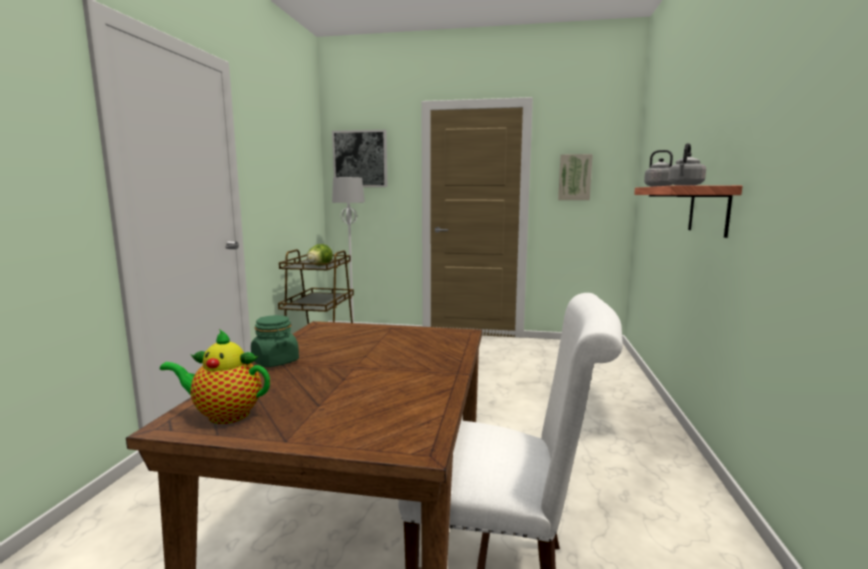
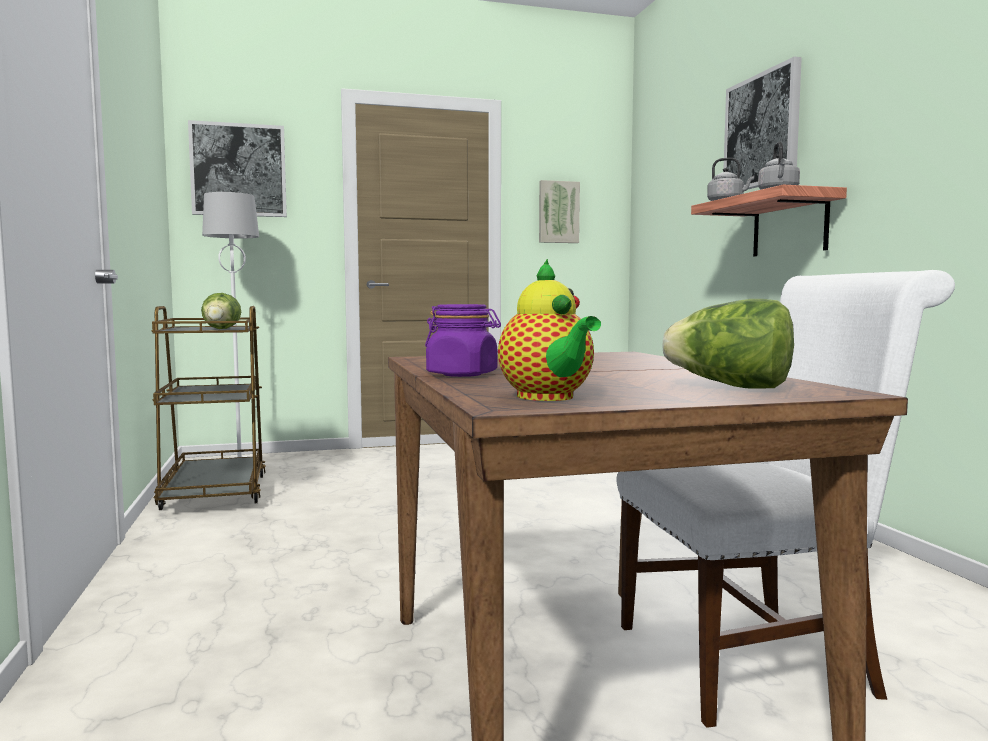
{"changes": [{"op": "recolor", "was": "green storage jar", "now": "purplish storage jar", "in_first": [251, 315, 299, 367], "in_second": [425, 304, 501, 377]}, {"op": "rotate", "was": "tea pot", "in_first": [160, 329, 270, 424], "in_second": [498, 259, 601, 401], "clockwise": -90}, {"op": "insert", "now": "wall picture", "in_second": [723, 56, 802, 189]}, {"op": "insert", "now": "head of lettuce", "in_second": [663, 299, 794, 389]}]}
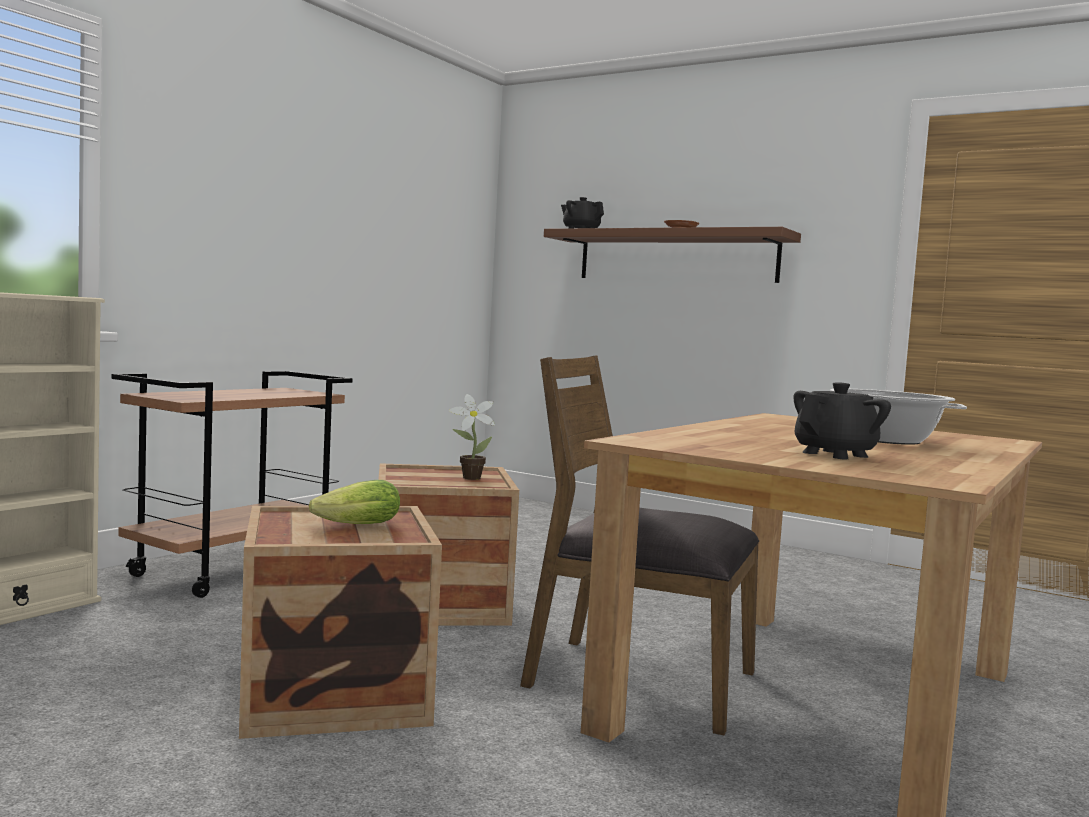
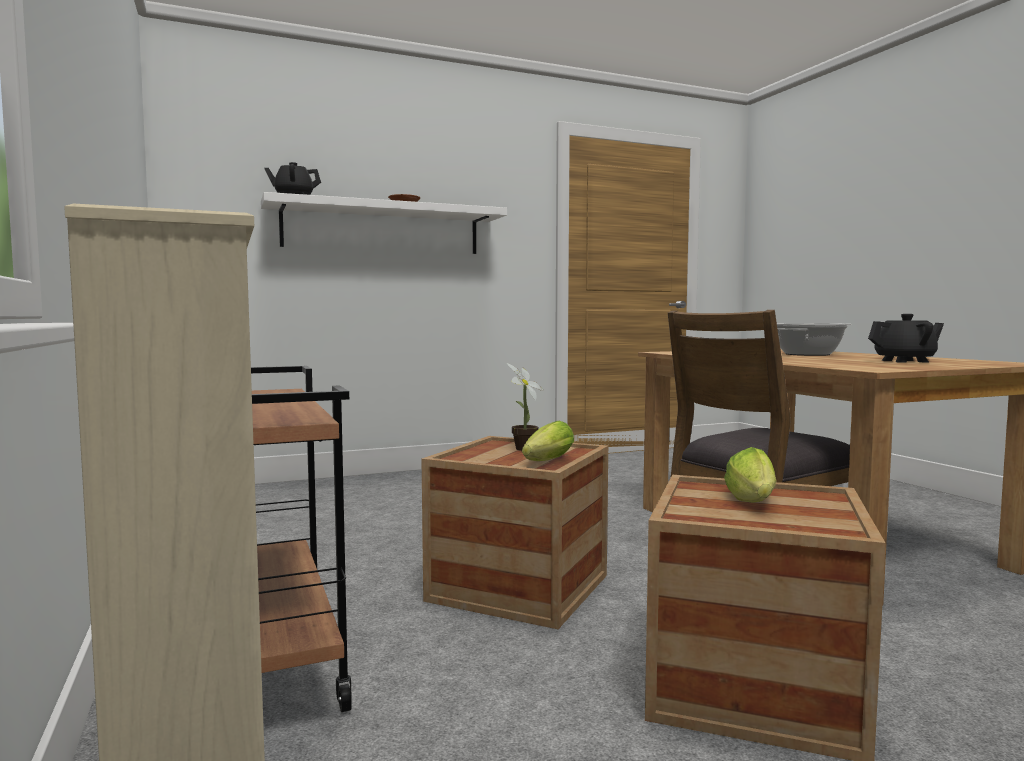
{"changes": [{"op": "recolor", "was": "brown bracket shelf", "now": "white bracket shelf", "in_first": [544, 227, 801, 283], "in_second": [261, 192, 507, 254]}, {"op": "rotate", "was": "black-coloured tea pot", "in_first": [794, 382, 891, 459], "in_second": [868, 314, 944, 363], "clockwise": 90}, {"op": "insert", "now": "head of lettuce", "in_second": [522, 421, 574, 461]}]}
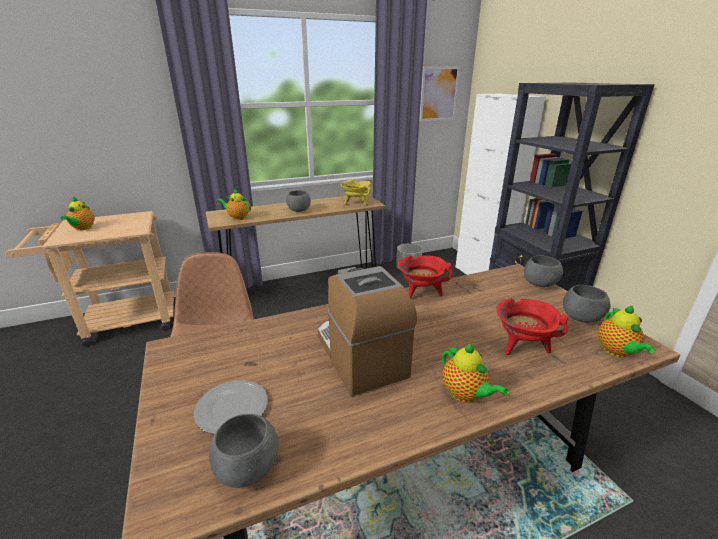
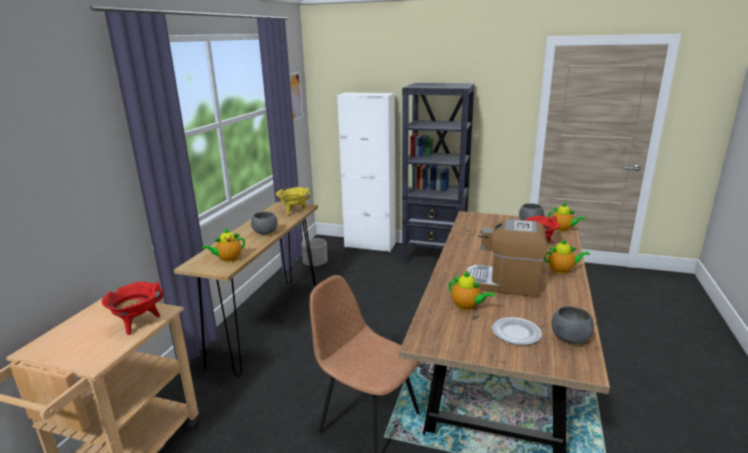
{"changes": [{"op": "move", "was": "tea pot", "in_first": [61, 197, 95, 230], "in_second": [448, 271, 495, 311]}, {"op": "move", "was": "red cooking pot", "in_first": [398, 255, 452, 298], "in_second": [102, 282, 164, 335]}, {"op": "delete", "was": "greyish serving bowl", "in_first": [524, 255, 563, 287]}]}
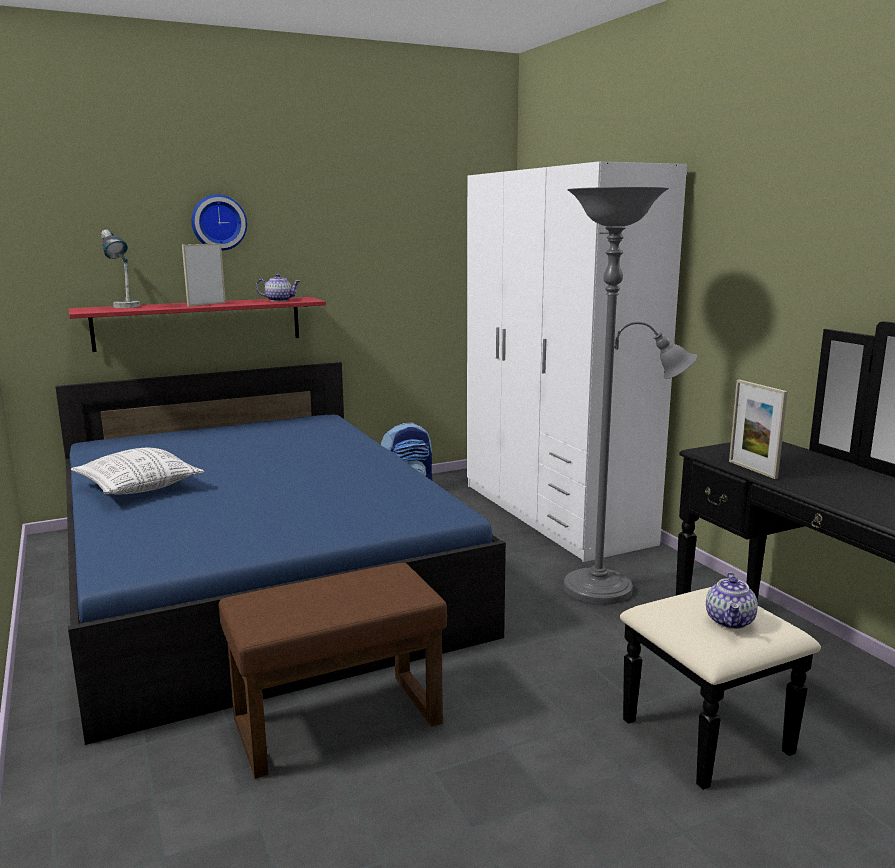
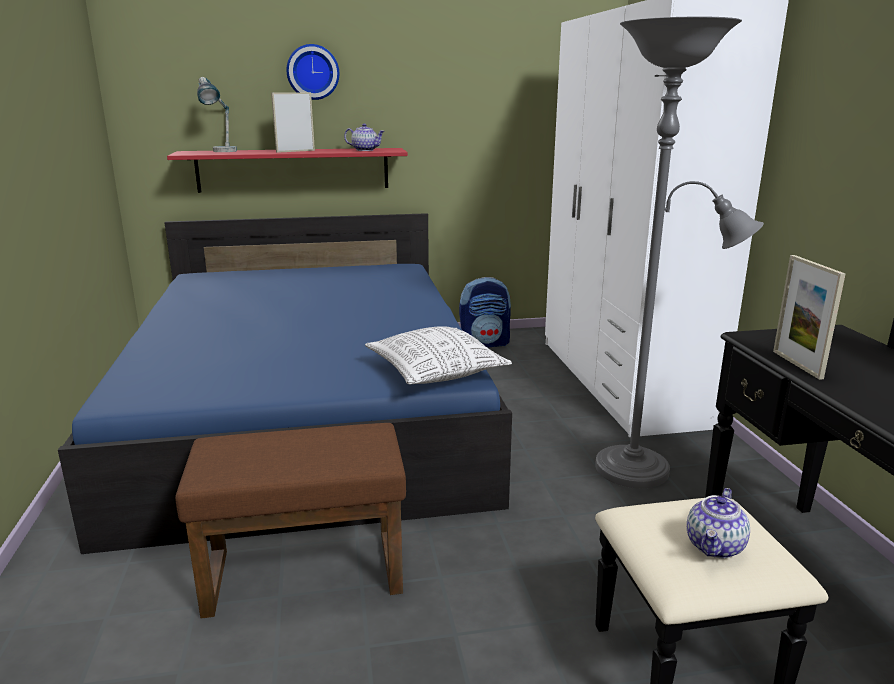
{"changes": [{"op": "move", "was": "cushion", "in_first": [71, 448, 204, 495], "in_second": [365, 326, 512, 384]}]}
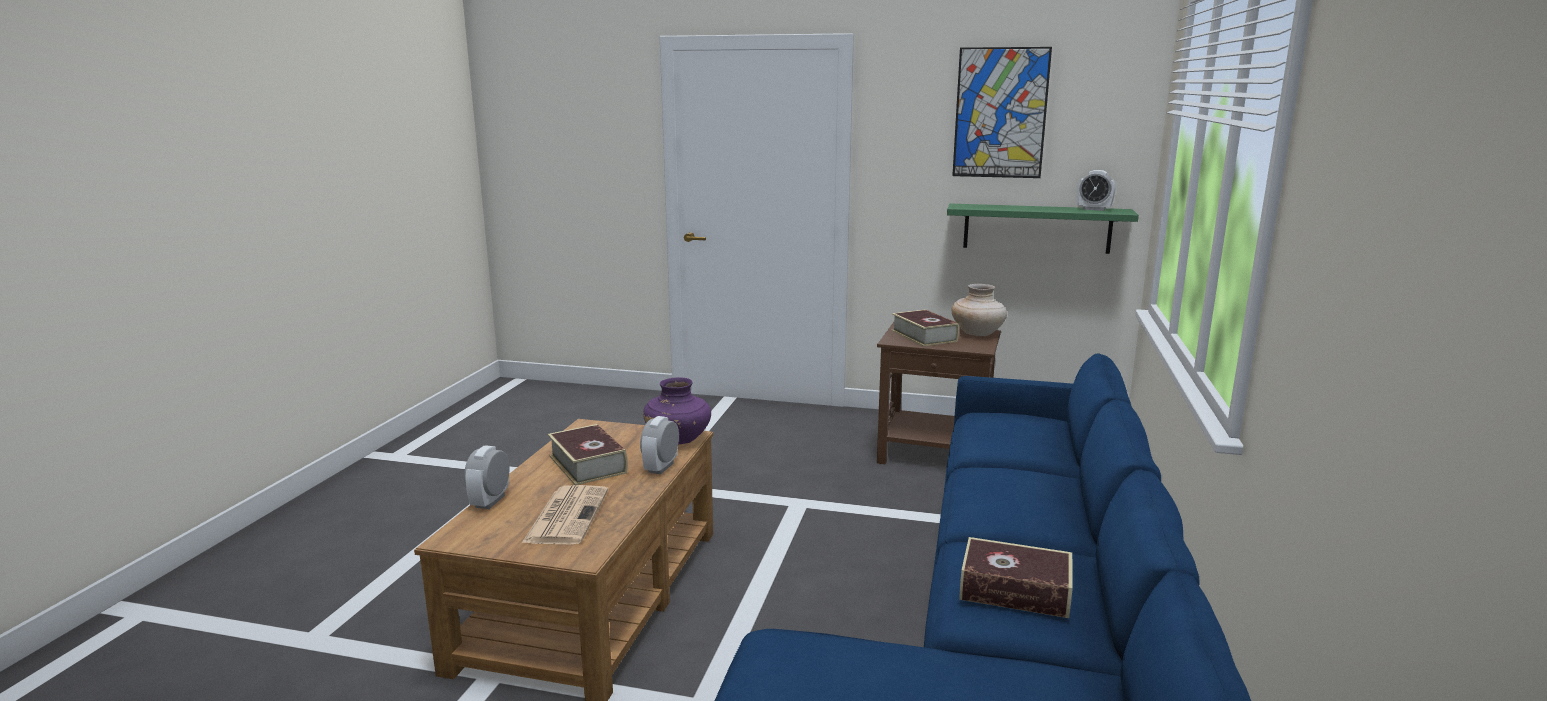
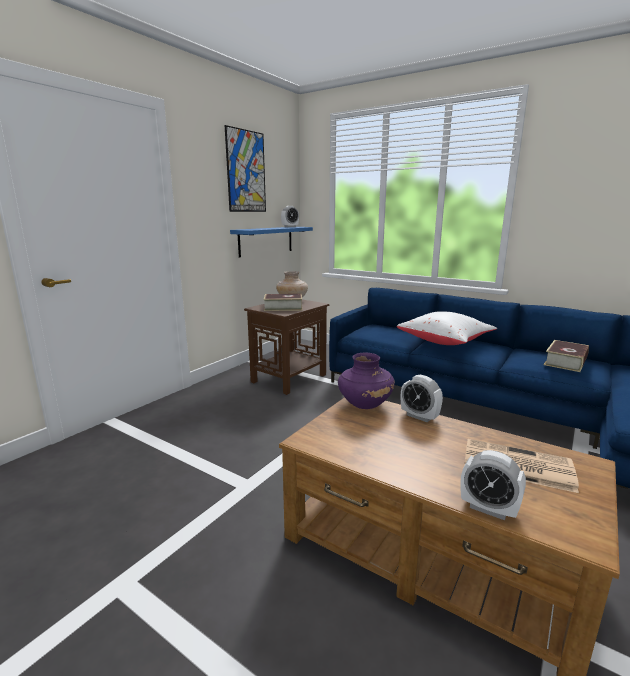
{"changes": [{"op": "recolor", "was": "green bracket shelf", "now": "blue-coloured bracket shelf", "in_first": [947, 203, 1139, 254], "in_second": [230, 227, 313, 257]}, {"op": "delete", "was": "book", "in_first": [548, 424, 628, 485]}, {"op": "insert", "now": "white cushion", "in_second": [397, 311, 497, 345]}]}
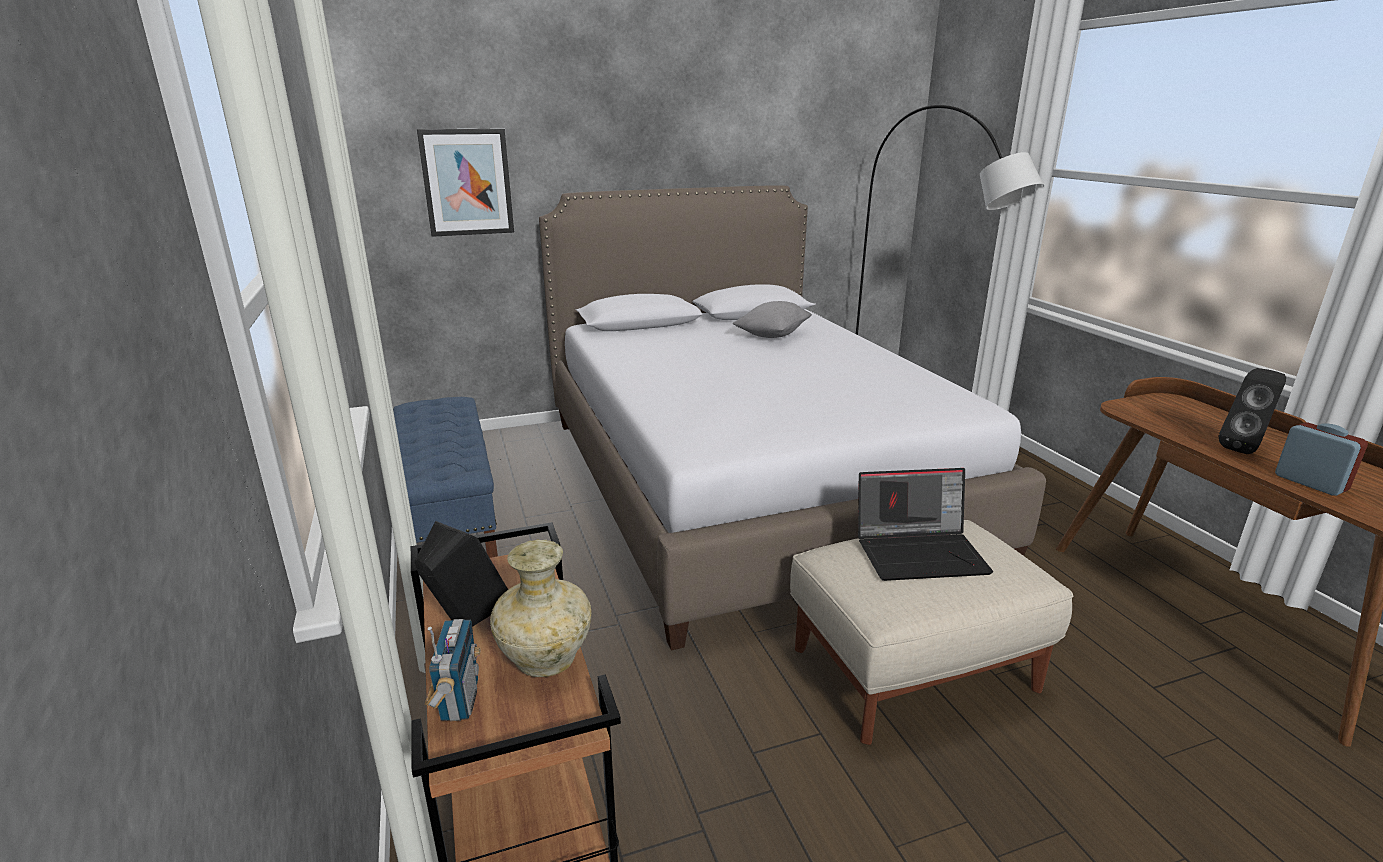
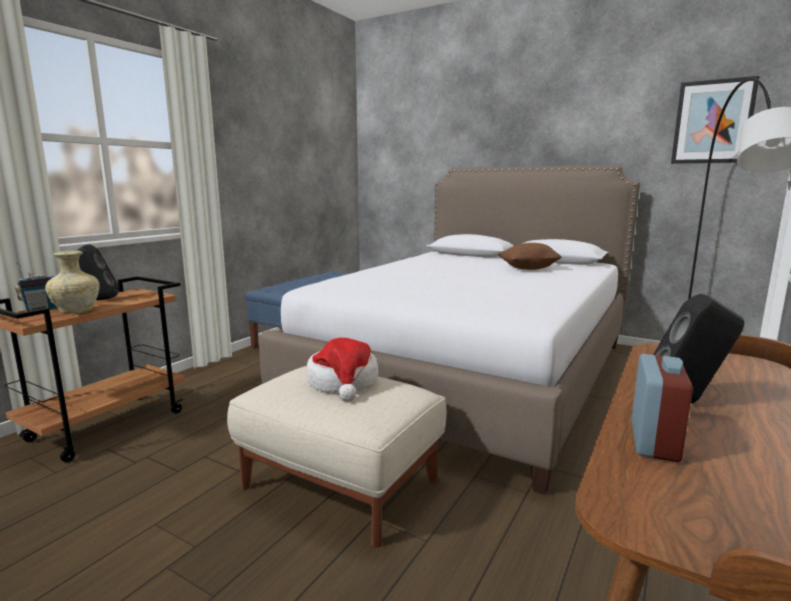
{"changes": [{"op": "move", "was": "wall picture", "in_first": [417, 129, 514, 237], "in_second": [671, 76, 760, 164]}, {"op": "recolor", "was": "greyish cushion", "now": "brown cushion", "in_first": [733, 301, 812, 338], "in_second": [498, 243, 562, 270]}, {"op": "replace", "was": "portable computer", "now": "hat", "in_first": [858, 468, 993, 581], "in_second": [307, 338, 378, 402]}]}
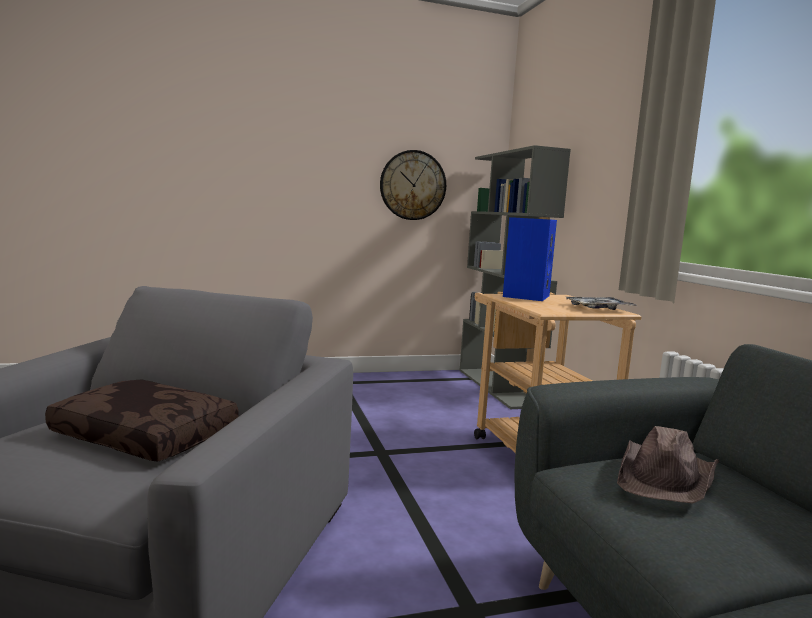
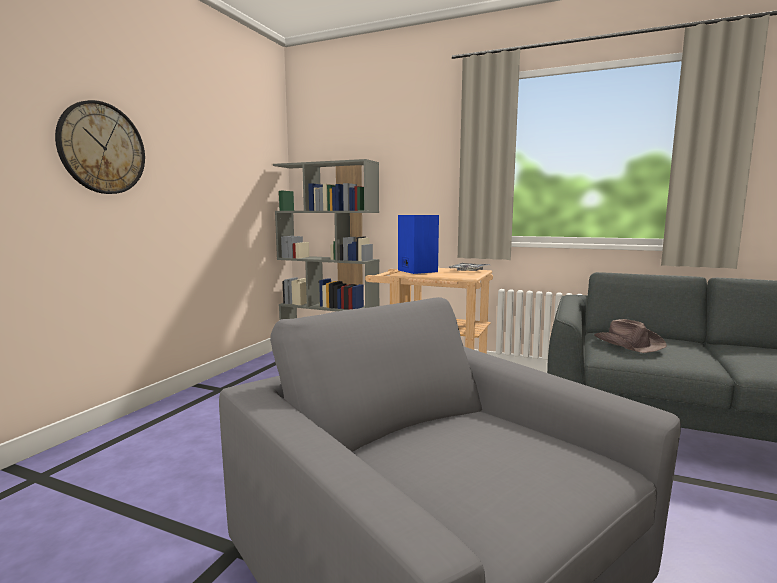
{"changes": [{"op": "move", "was": "clock on the wall", "in_first": [380, 150, 446, 220], "in_second": [55, 100, 145, 194]}, {"op": "delete", "was": "brown cushion", "in_first": [45, 379, 238, 462]}]}
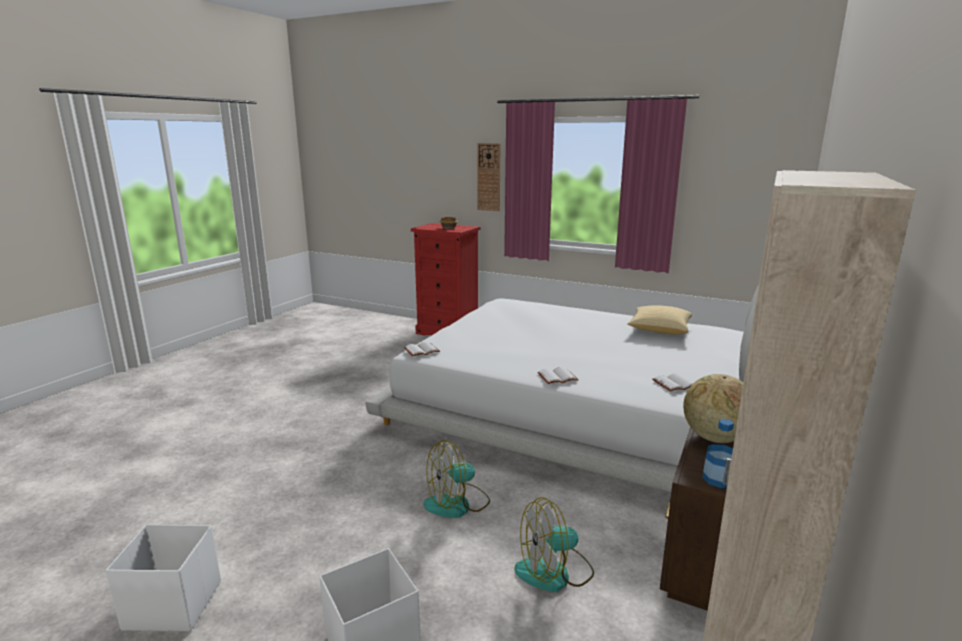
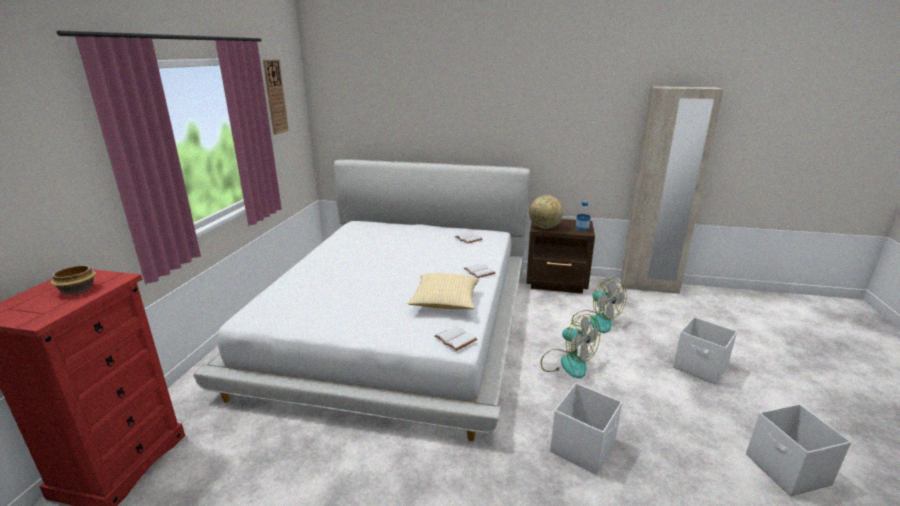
{"changes": [{"op": "move", "was": "clock on the wall", "in_first": [477, 143, 501, 211], "in_second": [263, 59, 289, 135]}, {"op": "move", "was": "cushion", "in_first": [627, 305, 692, 335], "in_second": [408, 273, 479, 309]}, {"op": "insert", "now": "white storage box", "in_second": [550, 383, 622, 475]}]}
